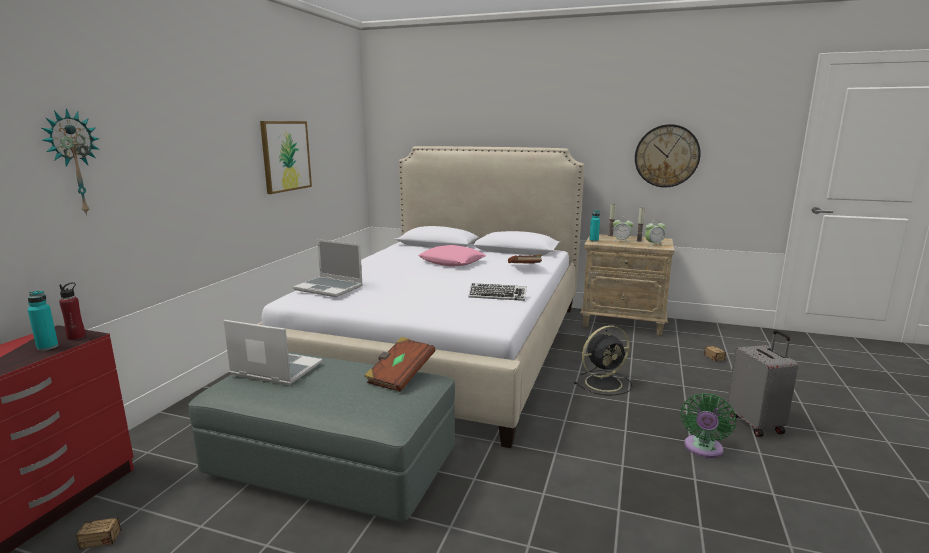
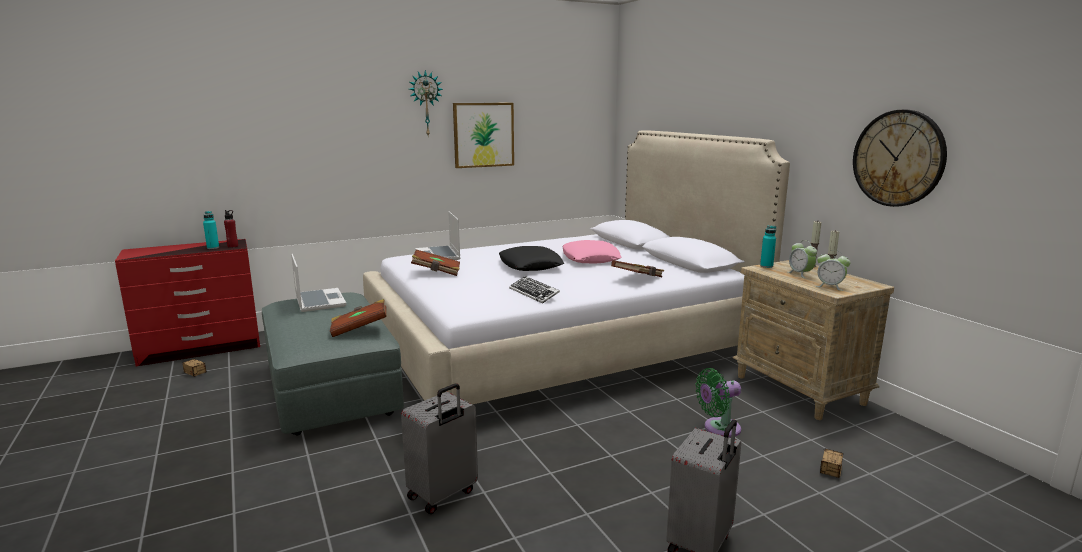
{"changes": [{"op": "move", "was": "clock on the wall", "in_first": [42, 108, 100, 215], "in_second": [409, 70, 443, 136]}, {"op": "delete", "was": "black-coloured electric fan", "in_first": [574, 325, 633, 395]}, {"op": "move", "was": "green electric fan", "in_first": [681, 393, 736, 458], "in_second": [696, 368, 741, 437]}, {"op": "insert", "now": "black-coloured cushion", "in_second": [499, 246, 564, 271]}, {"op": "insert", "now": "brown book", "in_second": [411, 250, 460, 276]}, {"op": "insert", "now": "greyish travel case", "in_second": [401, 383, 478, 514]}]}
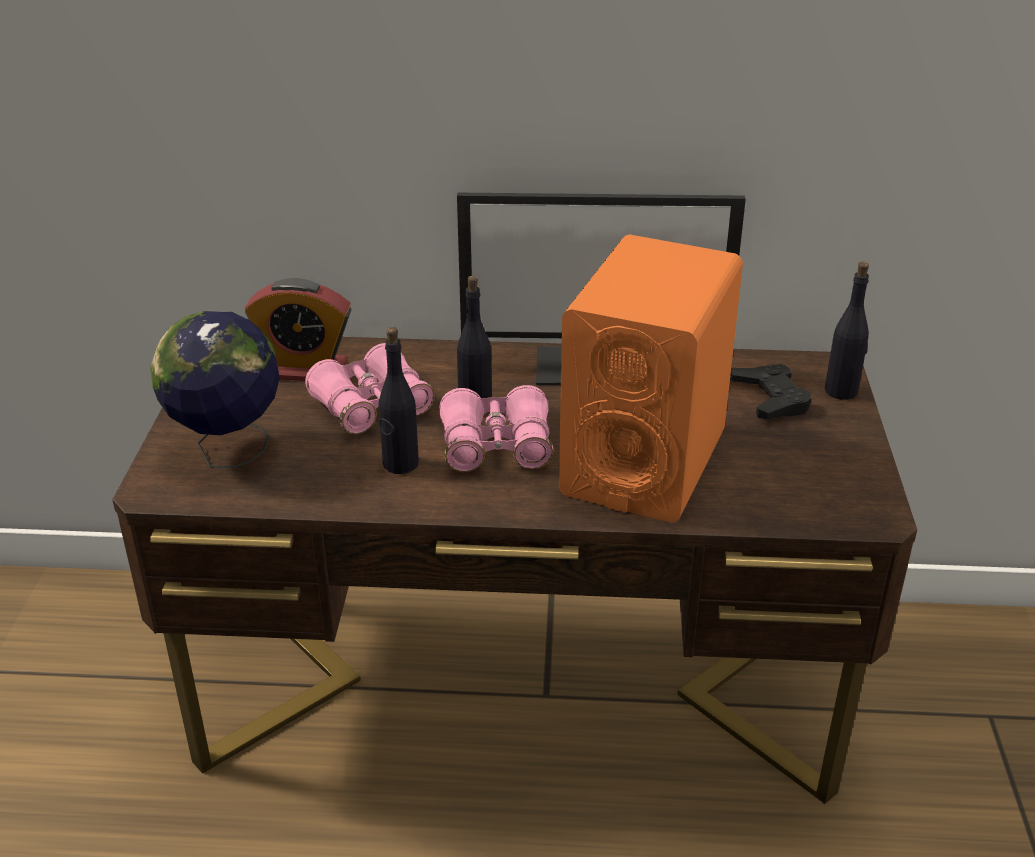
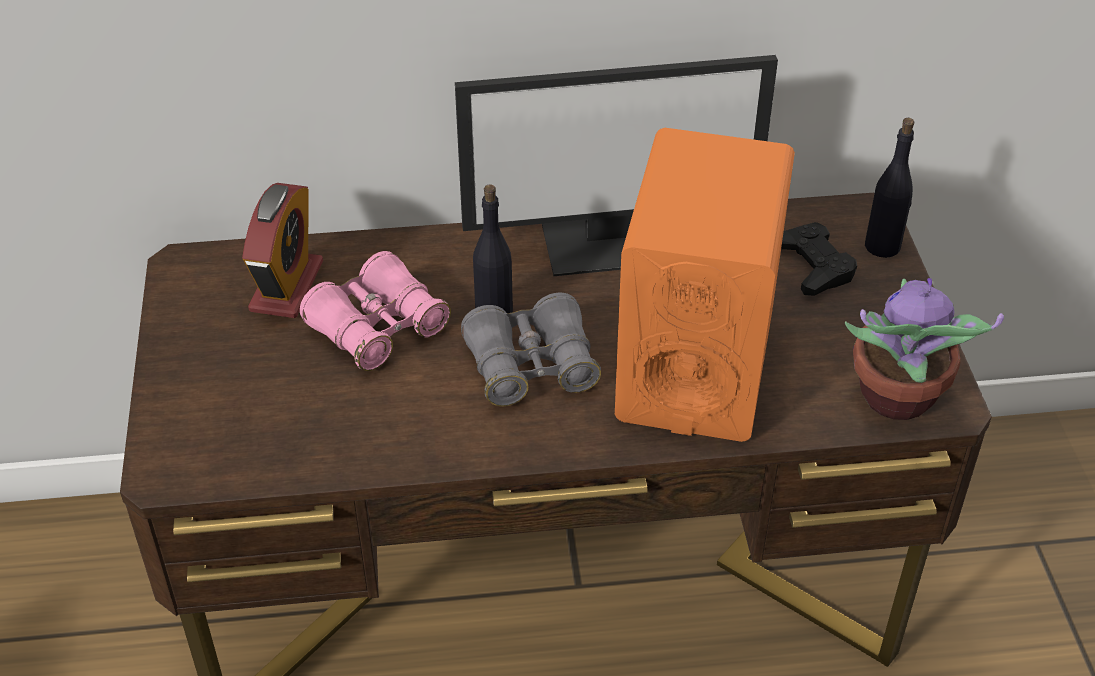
{"changes": [{"op": "rotate", "was": "bedside clock", "in_first": [245, 278, 352, 381], "in_second": [242, 183, 323, 318], "clockwise": -75}, {"op": "delete", "was": "world globe", "in_first": [150, 311, 280, 468]}, {"op": "delete", "was": "black-coloured drink bottle", "in_first": [379, 327, 419, 474]}, {"op": "recolor", "was": "pink binoculars", "now": "greyish binoculars", "in_first": [439, 385, 554, 472], "in_second": [461, 293, 601, 406]}, {"op": "insert", "now": "houseplant", "in_second": [845, 278, 1004, 420]}]}
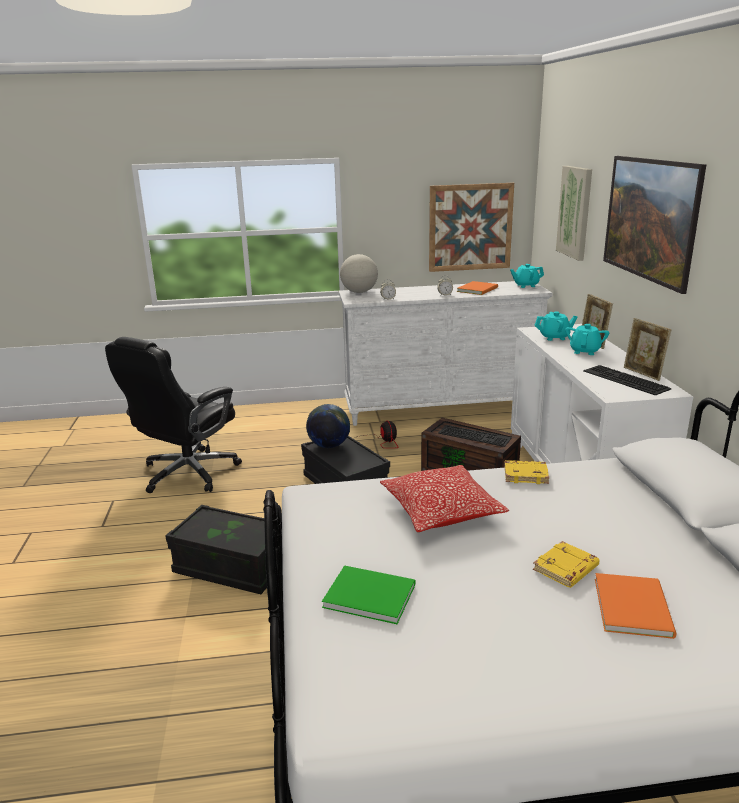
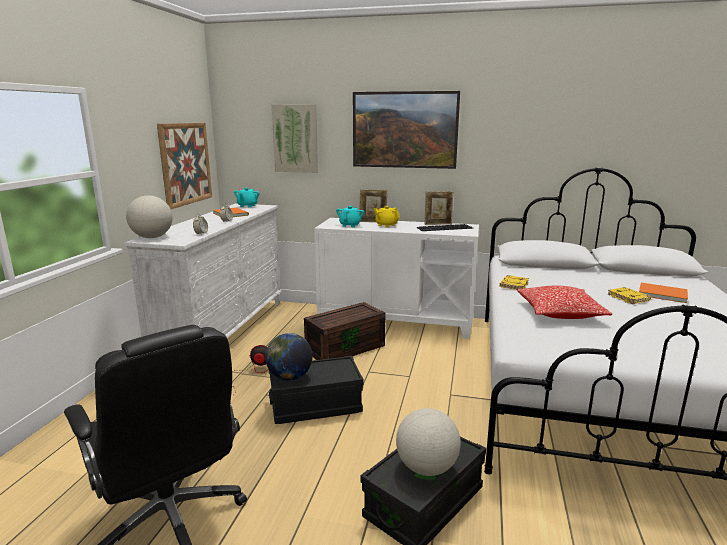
{"changes": [{"op": "recolor", "was": "turquoise tea pot", "now": "yellow-coloured tea pot", "in_first": [565, 324, 609, 355], "in_second": [374, 206, 400, 228]}, {"op": "delete", "was": "keyboard", "in_first": [438, 425, 512, 447]}, {"op": "delete", "was": "green book", "in_first": [322, 565, 415, 624]}, {"op": "insert", "now": "world globe", "in_second": [396, 408, 461, 476]}]}
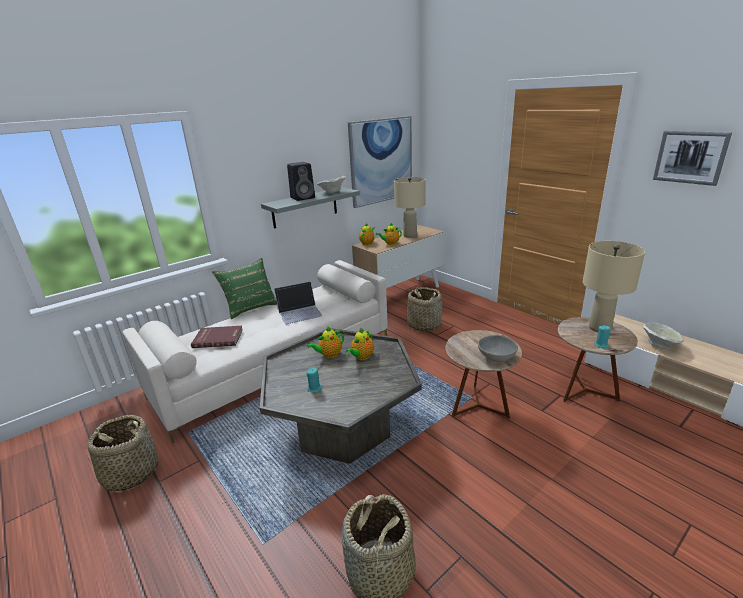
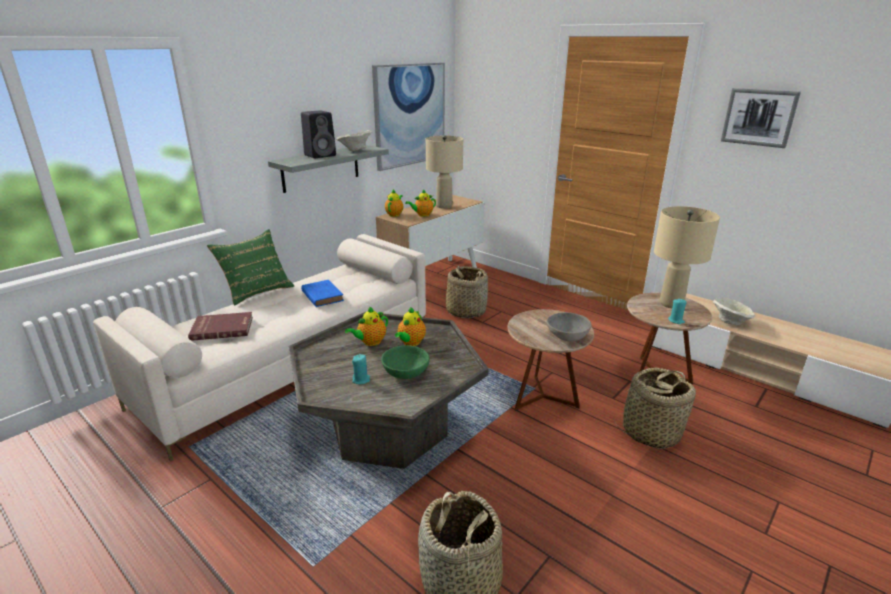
{"changes": [{"op": "replace", "was": "portable computer", "now": "blue-coloured book", "in_first": [274, 281, 322, 324], "in_second": [301, 280, 344, 307]}, {"op": "move", "was": "storage basket", "in_first": [87, 415, 161, 492], "in_second": [613, 367, 696, 449]}, {"op": "insert", "now": "green serving bowl", "in_second": [381, 345, 430, 379]}]}
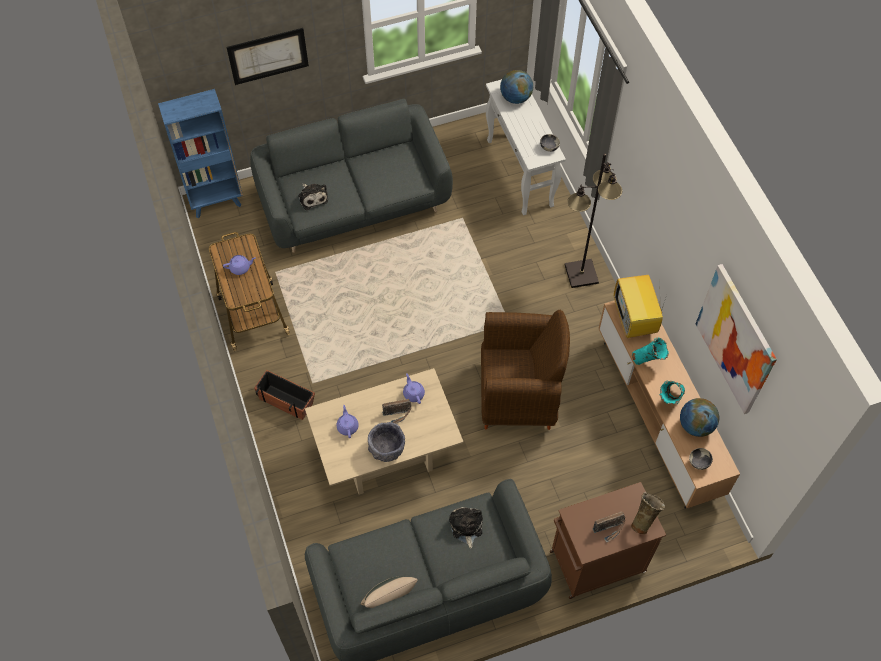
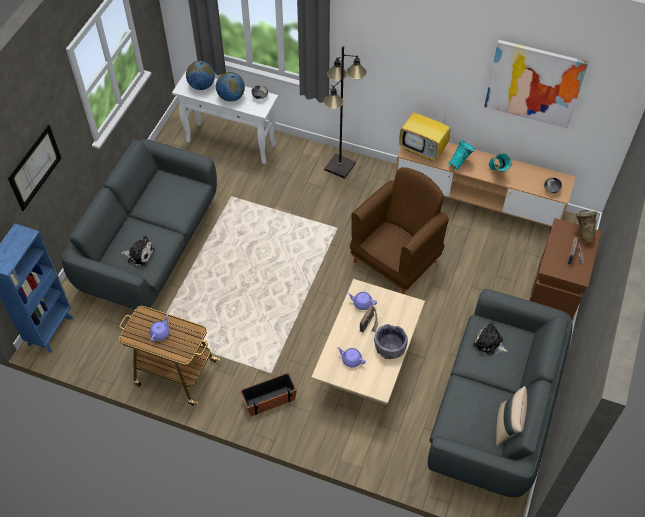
{"changes": [{"op": "move", "was": "world globe", "in_first": [680, 398, 719, 437], "in_second": [216, 72, 245, 102]}]}
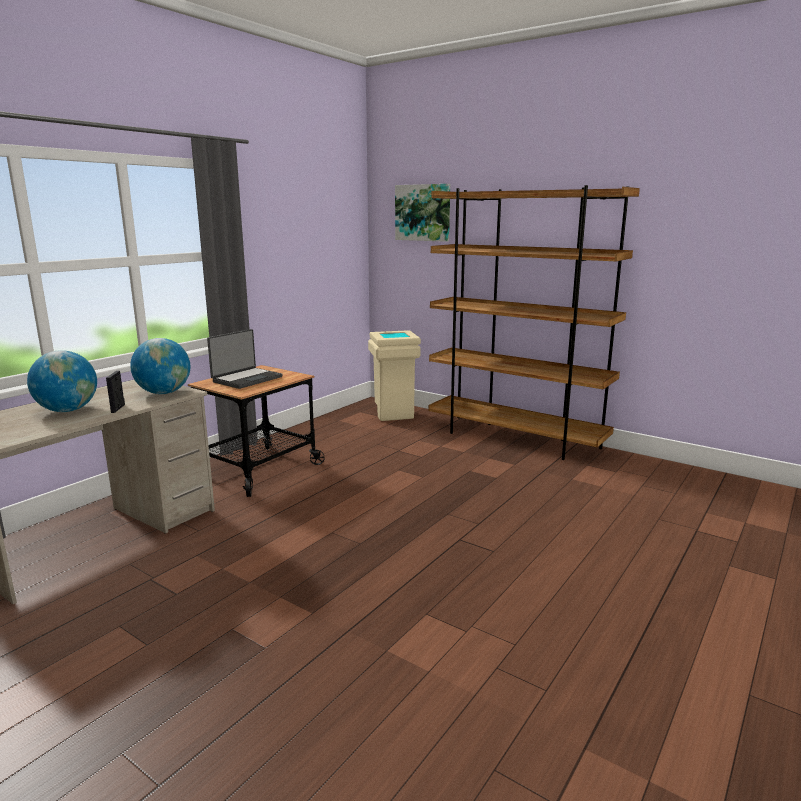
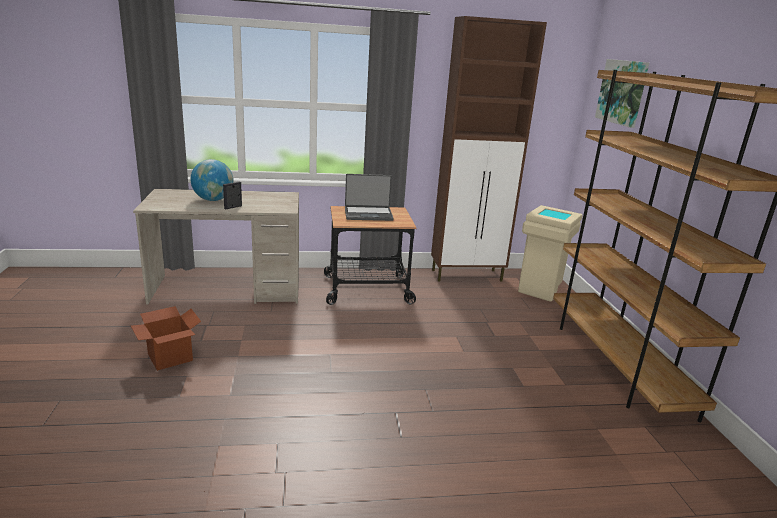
{"changes": [{"op": "delete", "was": "world globe", "in_first": [130, 338, 190, 394]}, {"op": "insert", "now": "brown storage cabinet", "in_second": [431, 16, 547, 282]}, {"op": "insert", "now": "packing box", "in_second": [131, 306, 201, 371]}]}
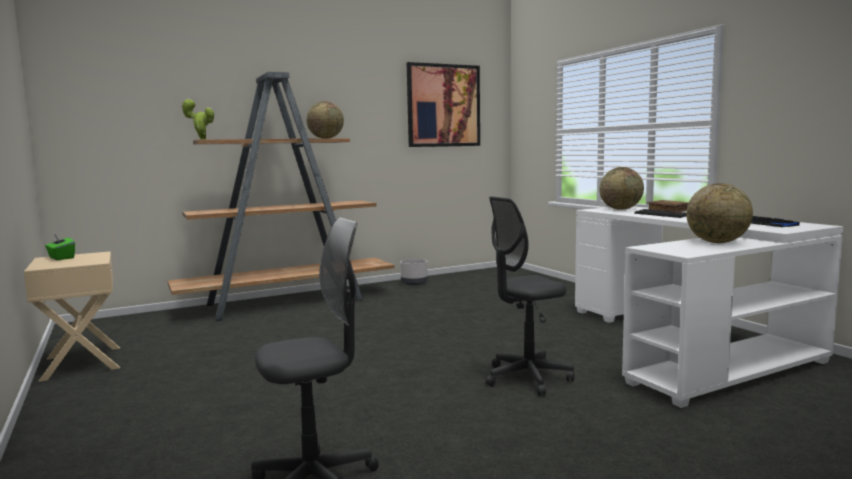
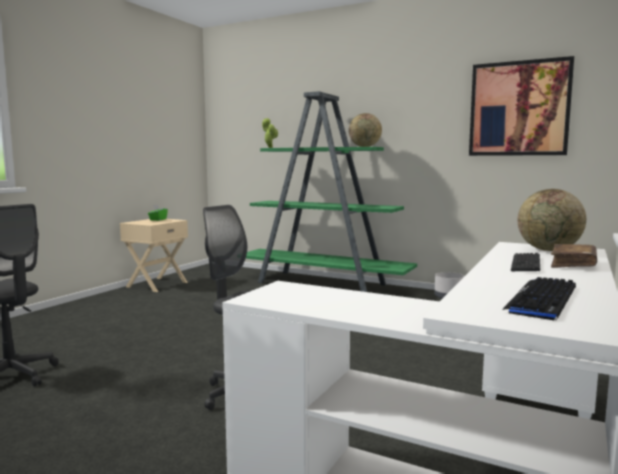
{"changes": [{"op": "recolor", "was": "brown bookshelf", "now": "green bookshelf", "in_first": [168, 72, 395, 321], "in_second": [246, 91, 417, 292]}, {"op": "delete", "was": "world globe", "in_first": [686, 183, 753, 243]}]}
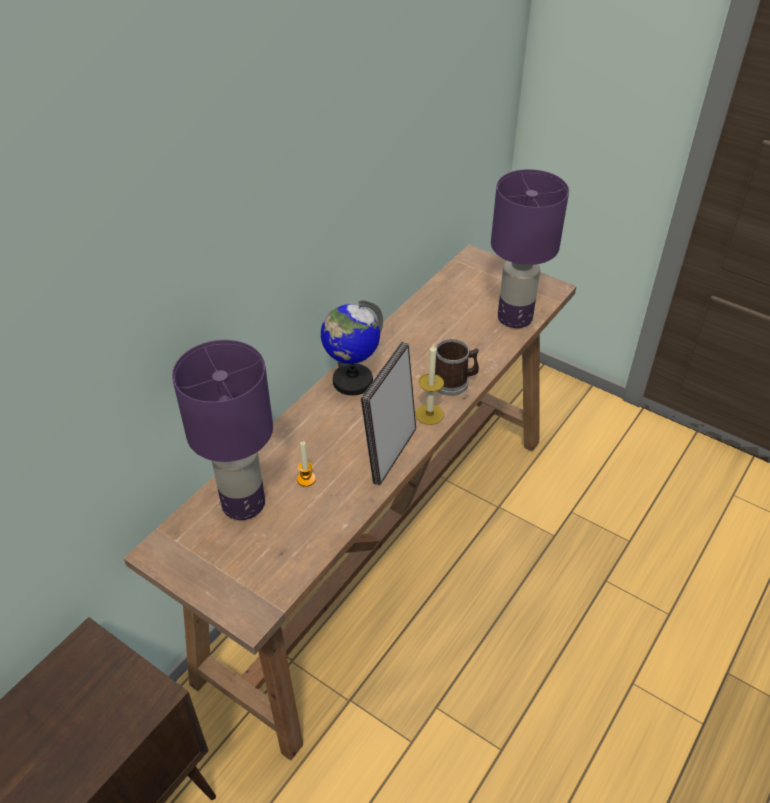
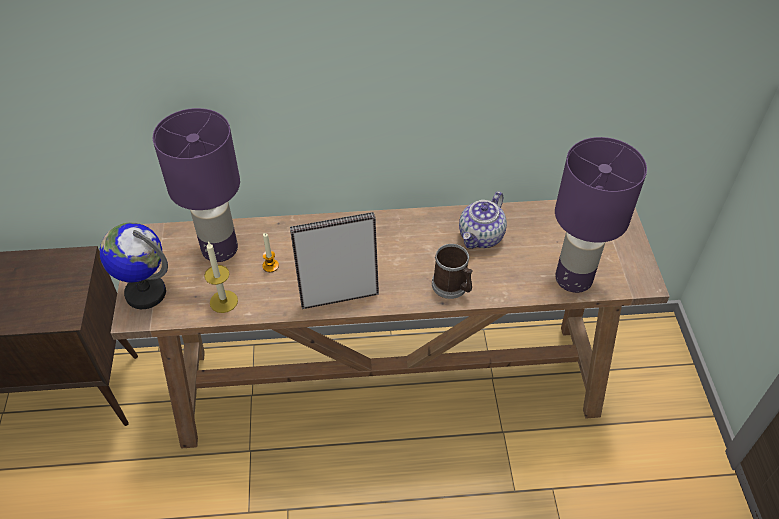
{"changes": [{"op": "move", "was": "world globe", "in_first": [321, 300, 383, 396], "in_second": [100, 222, 168, 309]}, {"op": "move", "was": "wax candle", "in_first": [415, 343, 444, 425], "in_second": [204, 241, 238, 313]}, {"op": "insert", "now": "tea pot", "in_second": [459, 191, 507, 249]}]}
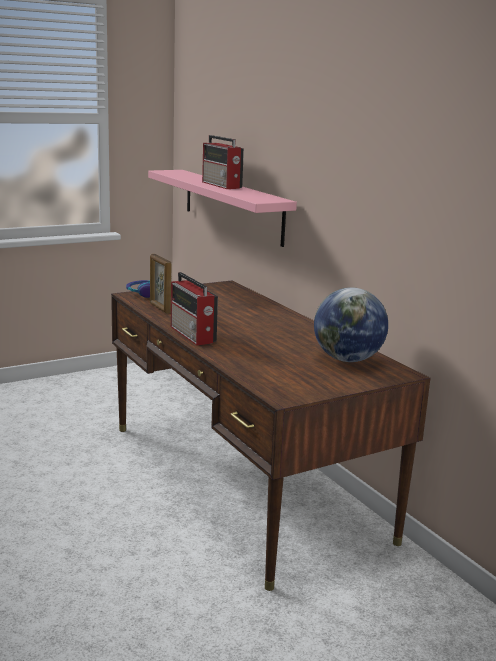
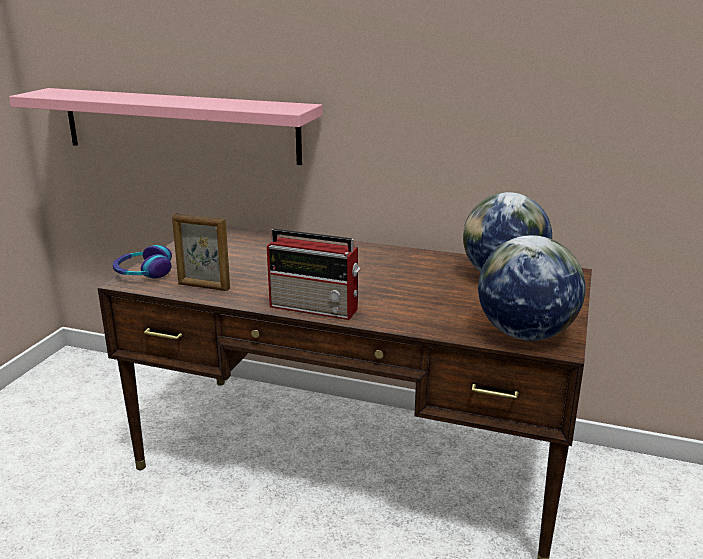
{"changes": [{"op": "delete", "was": "radio", "in_first": [202, 135, 244, 189]}, {"op": "insert", "now": "world globe", "in_second": [478, 235, 585, 341]}]}
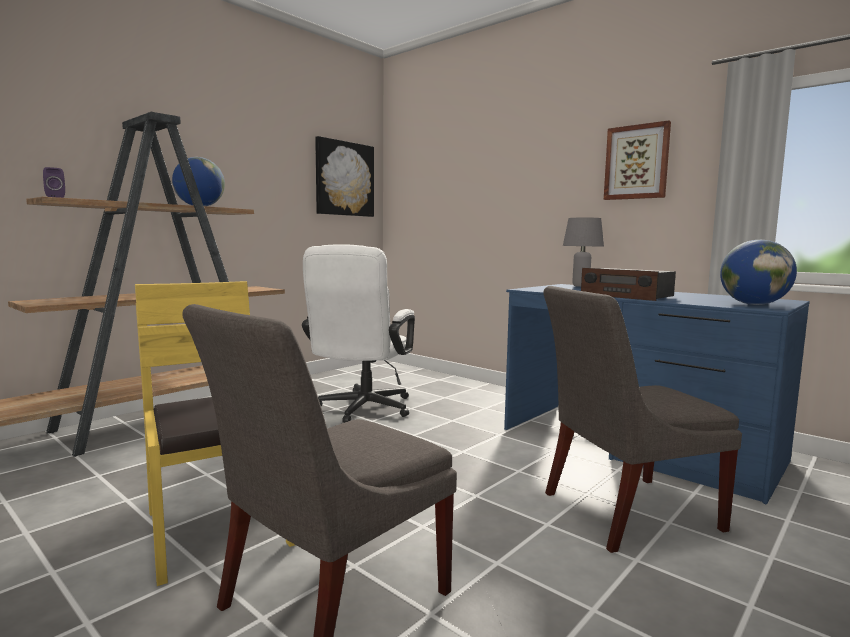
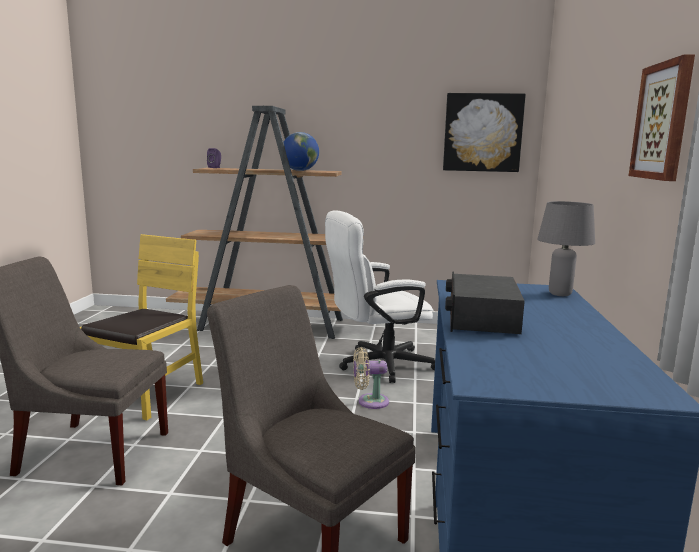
{"changes": [{"op": "delete", "was": "world globe", "in_first": [720, 240, 797, 305]}, {"op": "insert", "now": "beige-coloured electric fan", "in_second": [353, 347, 389, 409]}]}
